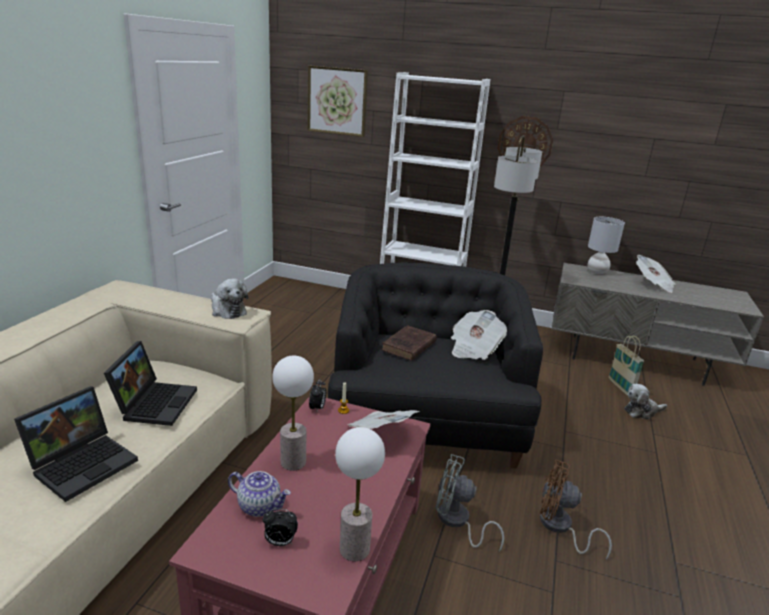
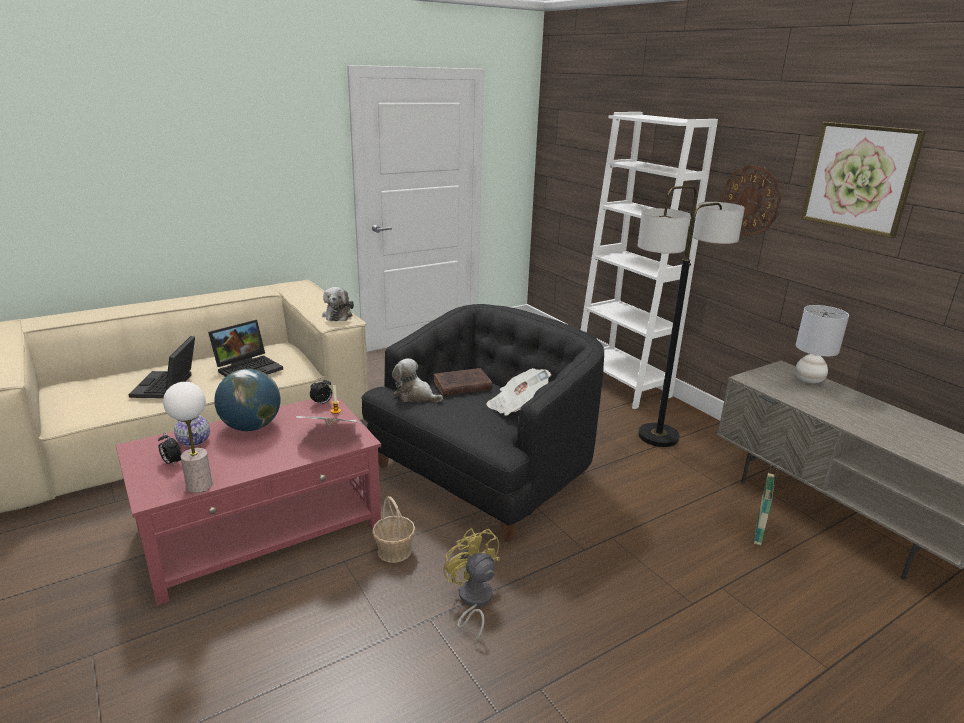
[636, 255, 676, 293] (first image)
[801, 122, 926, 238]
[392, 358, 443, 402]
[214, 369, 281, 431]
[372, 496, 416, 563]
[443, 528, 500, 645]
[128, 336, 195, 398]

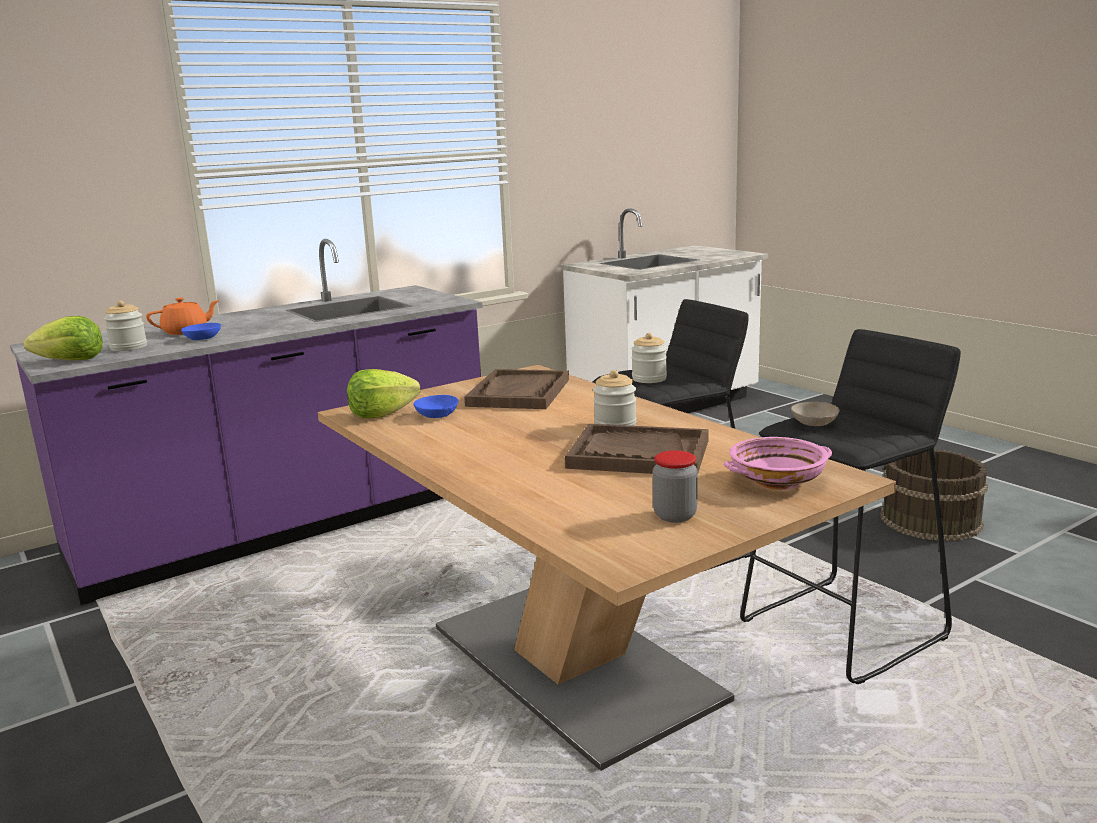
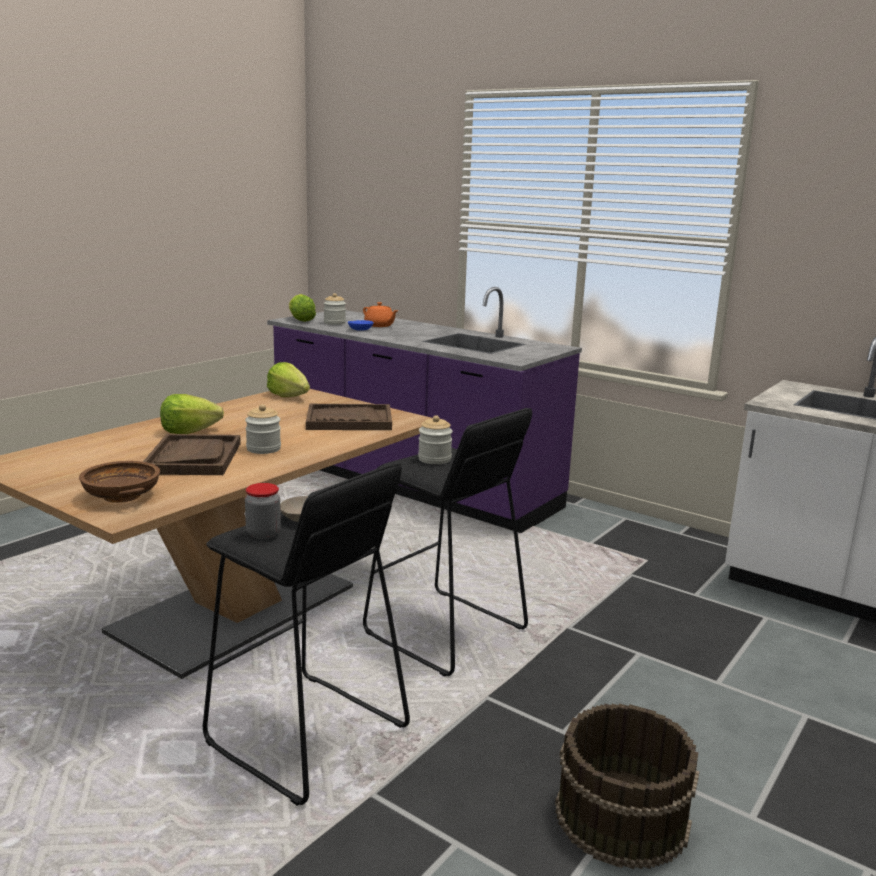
[413, 395, 459, 418] (first image)
[160, 394, 224, 434]
[245, 483, 281, 539]
[79, 461, 160, 503]

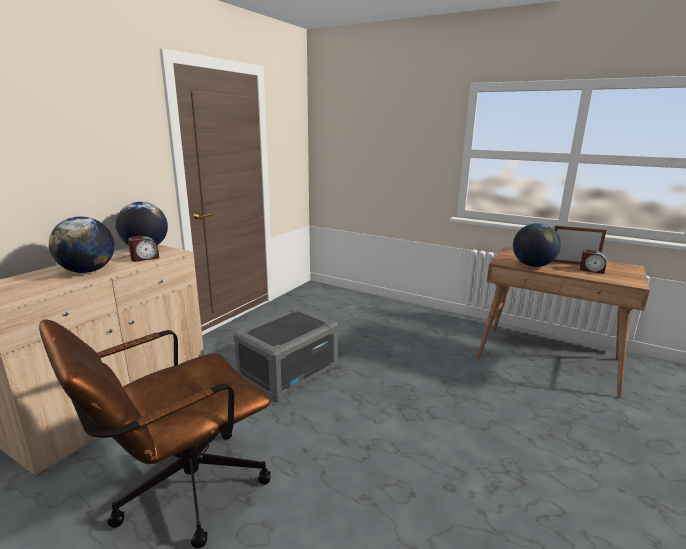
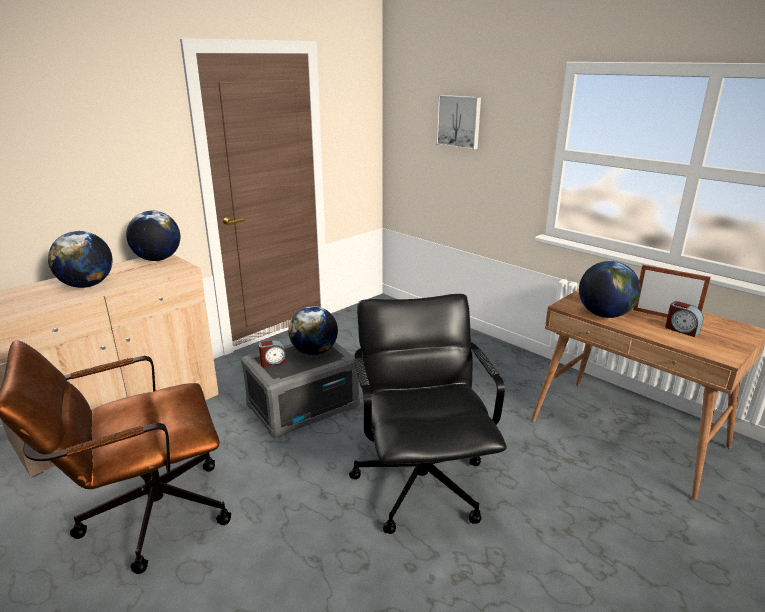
[288, 306, 338, 355]
[349, 294, 507, 534]
[436, 95, 481, 150]
[258, 340, 287, 367]

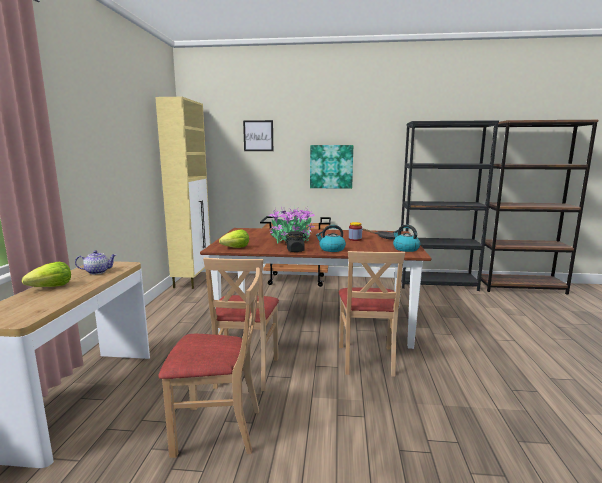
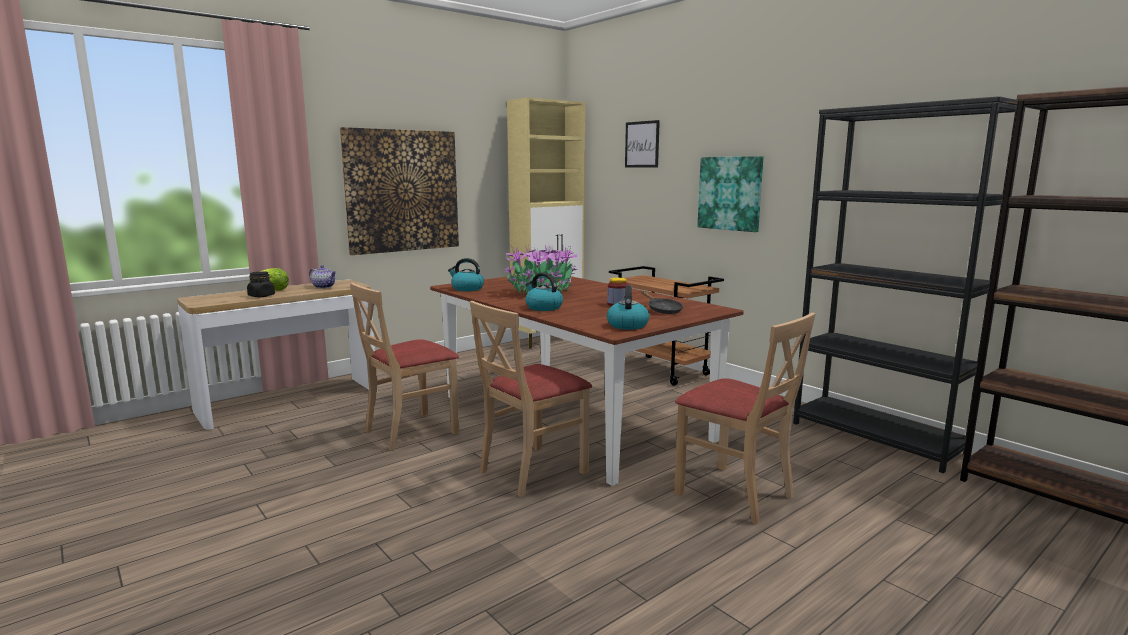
[340, 127, 459, 255]
[674, 312, 816, 524]
[247, 271, 275, 297]
[448, 258, 484, 291]

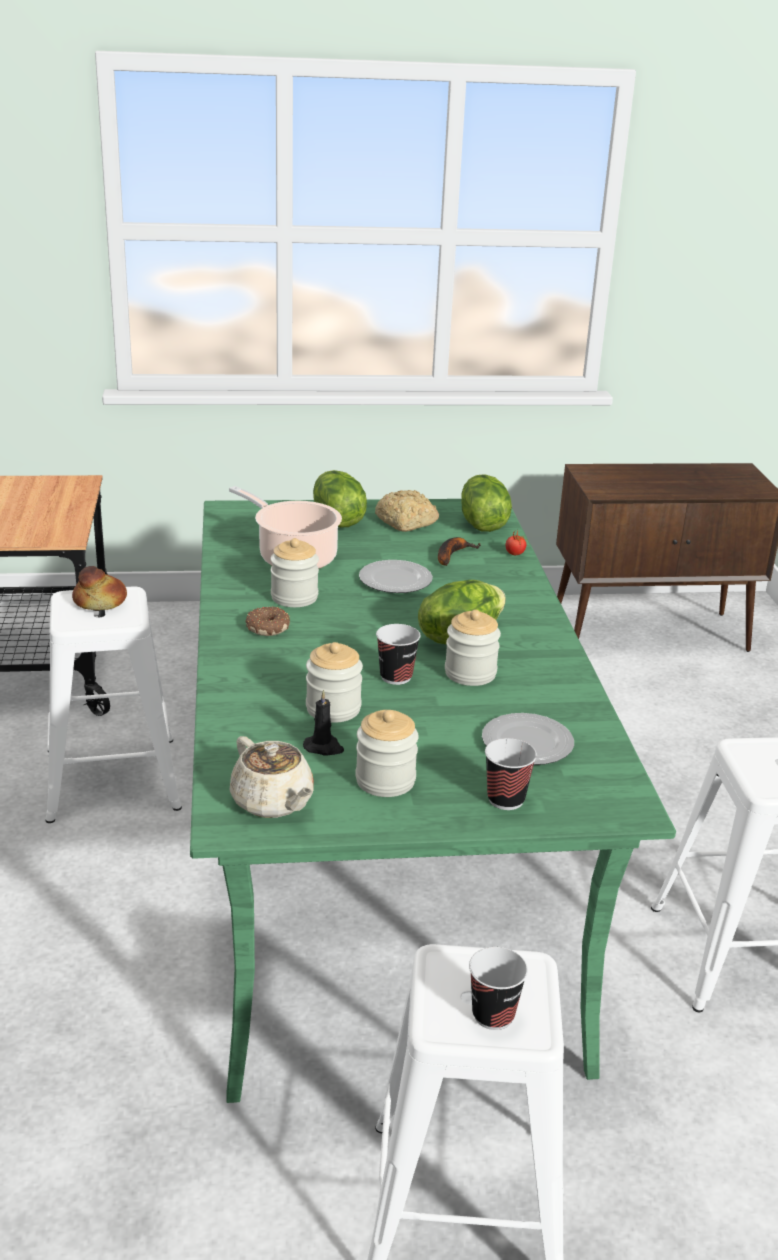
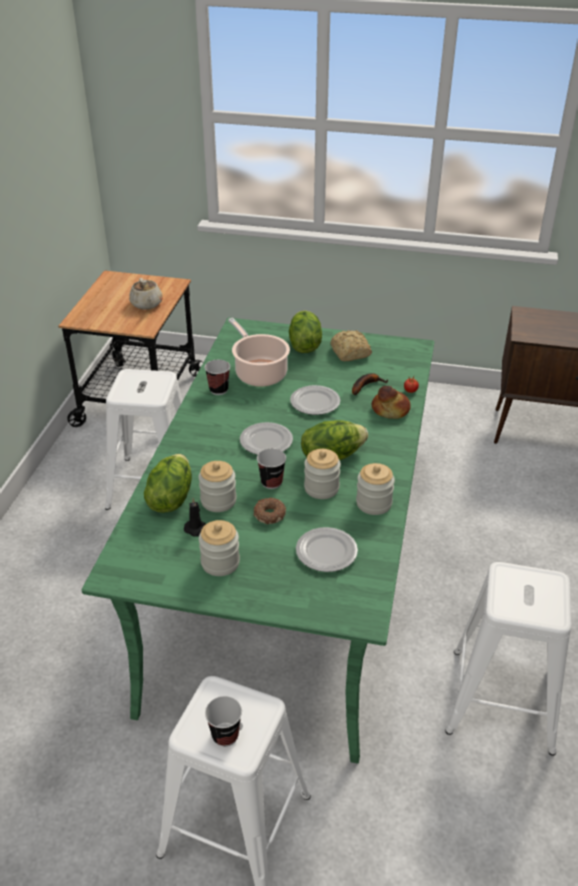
[240, 422, 293, 455]
[372, 386, 411, 419]
[129, 278, 162, 310]
[253, 498, 286, 524]
[356, 463, 395, 515]
[144, 454, 192, 513]
[205, 360, 230, 395]

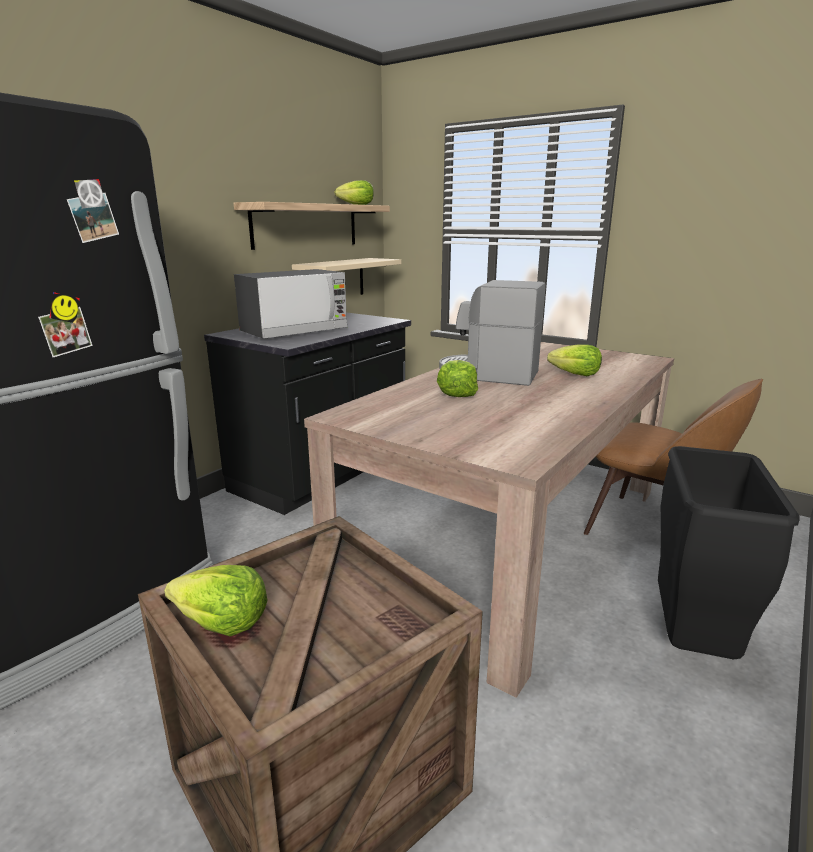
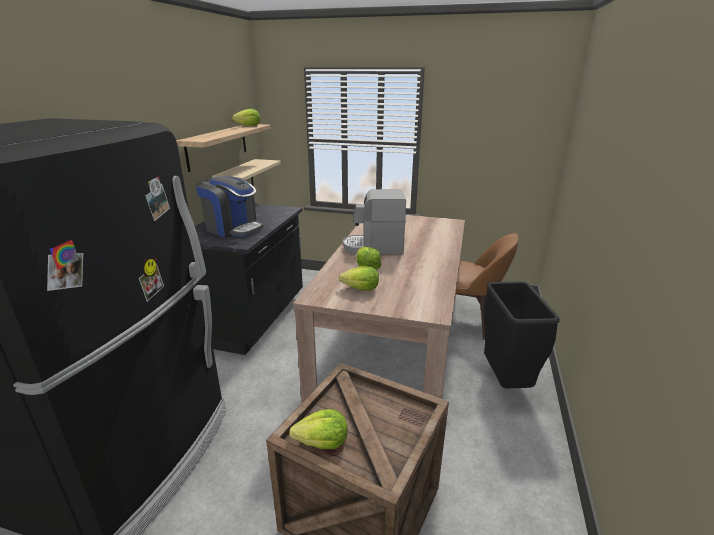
[339, 266, 379, 291]
[196, 176, 263, 238]

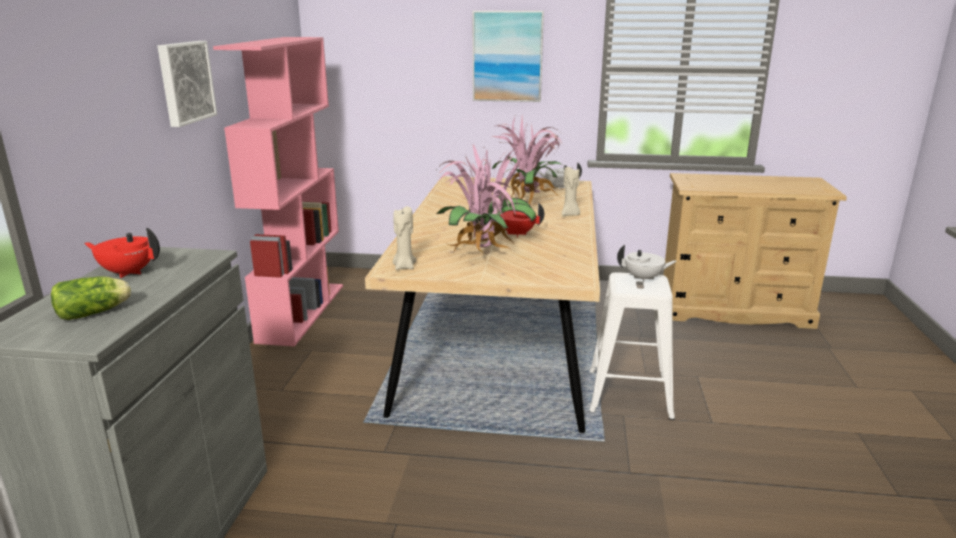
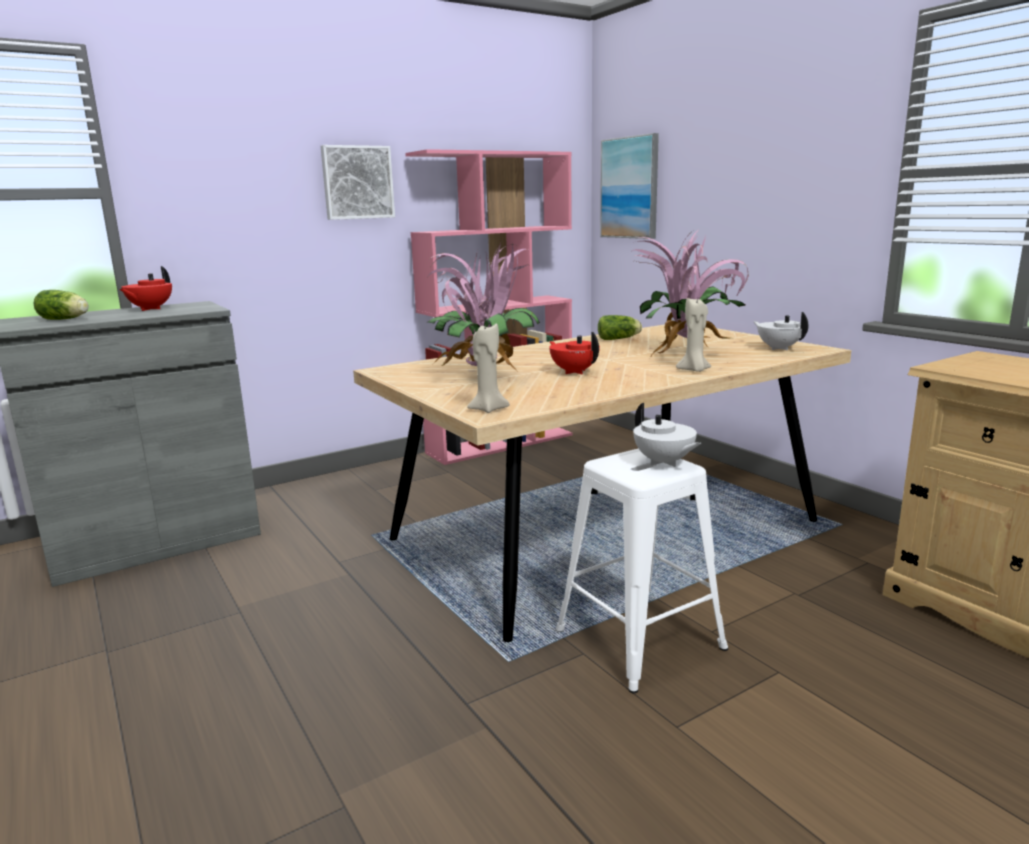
[598, 315, 642, 340]
[467, 323, 510, 413]
[600, 133, 659, 239]
[120, 266, 172, 311]

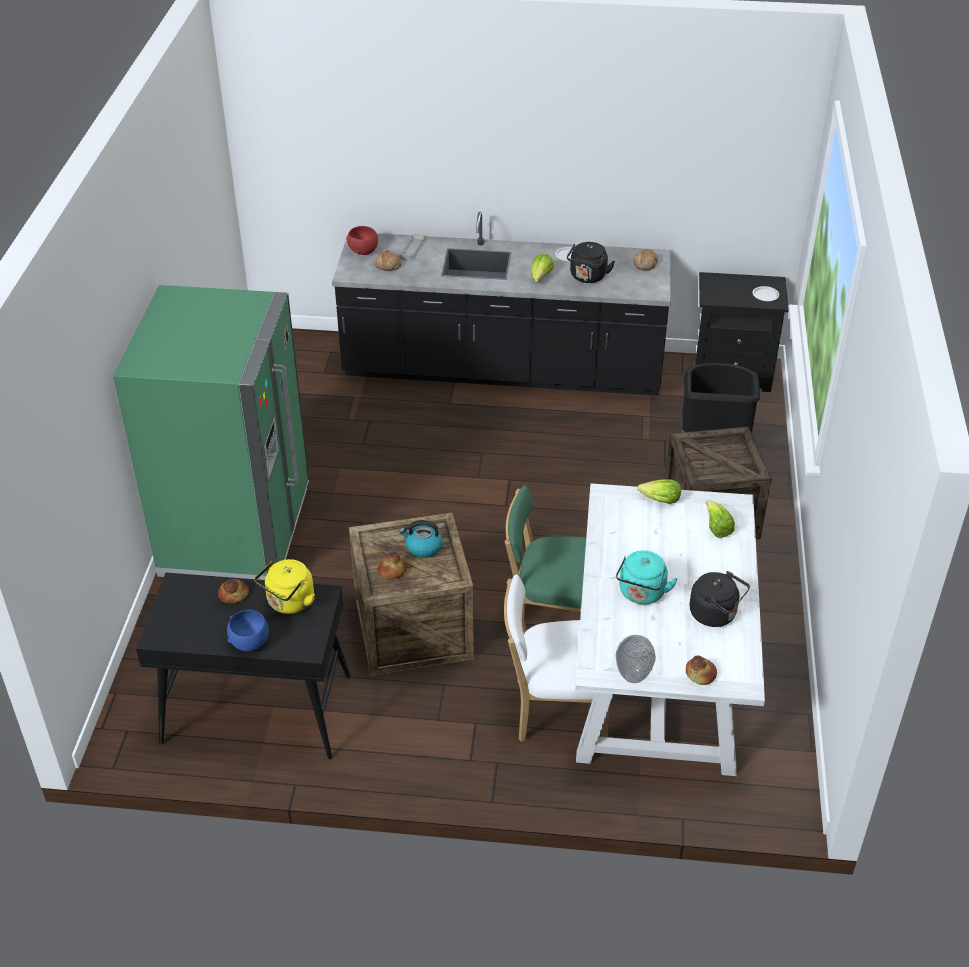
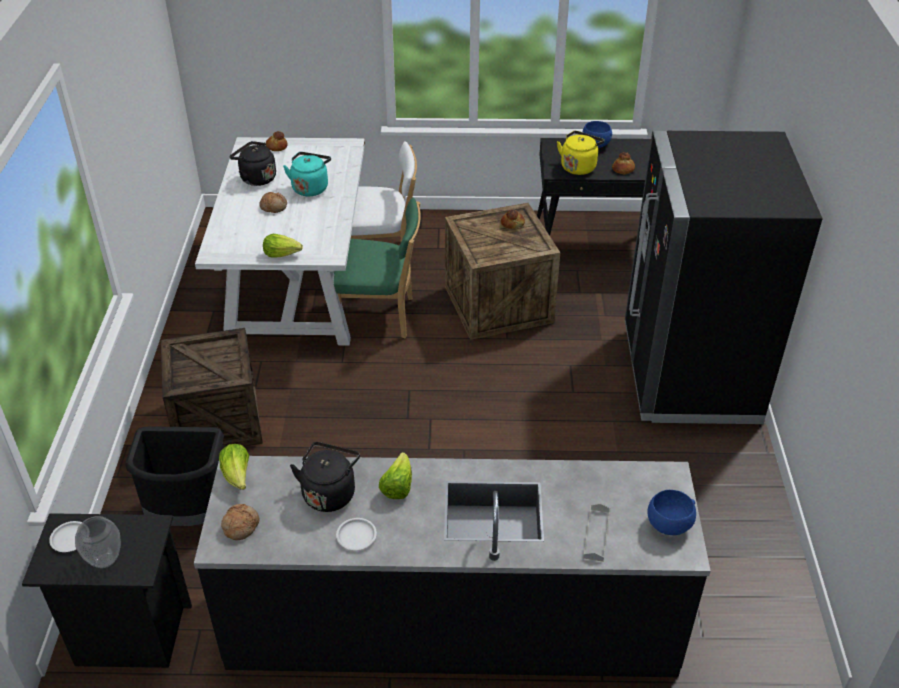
[399, 520, 443, 558] (first image)
[259, 192, 287, 213]
[75, 516, 121, 568]
[219, 444, 249, 490]
[625, 131, 822, 424]
[647, 490, 696, 535]

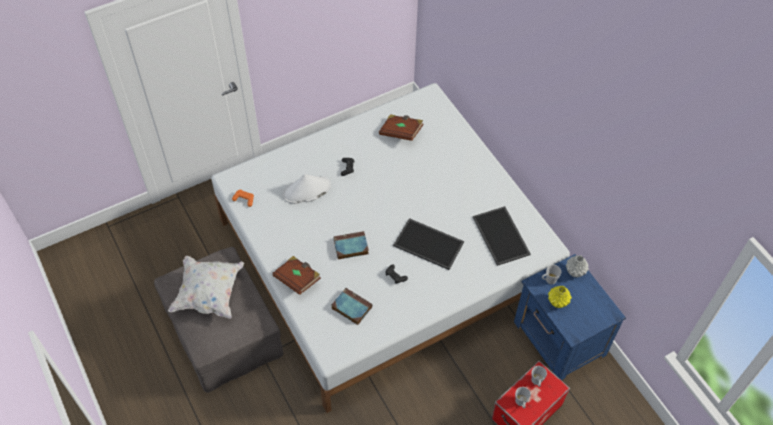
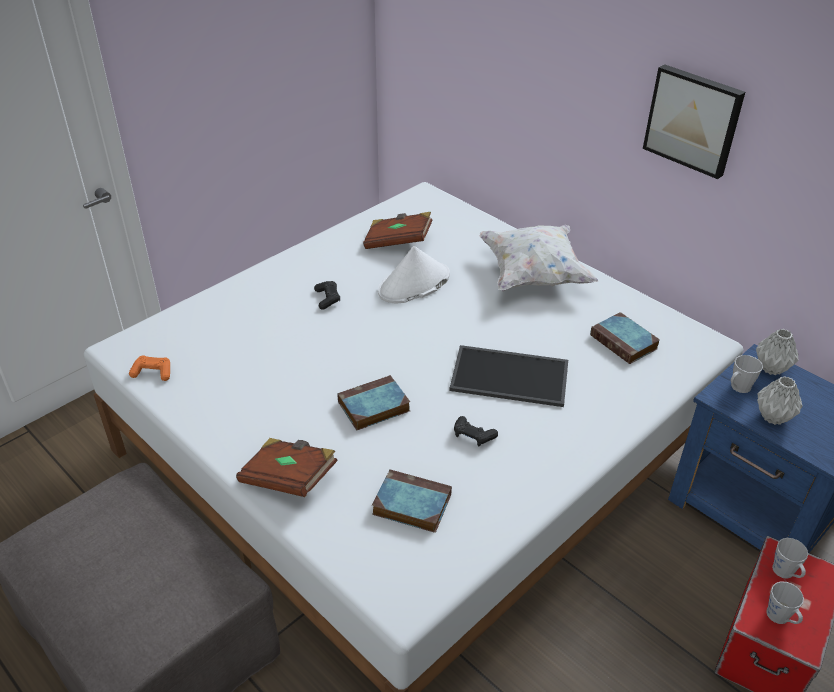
[643, 64, 745, 179]
[479, 224, 599, 291]
[378, 246, 450, 303]
[590, 312, 660, 364]
[757, 376, 803, 425]

